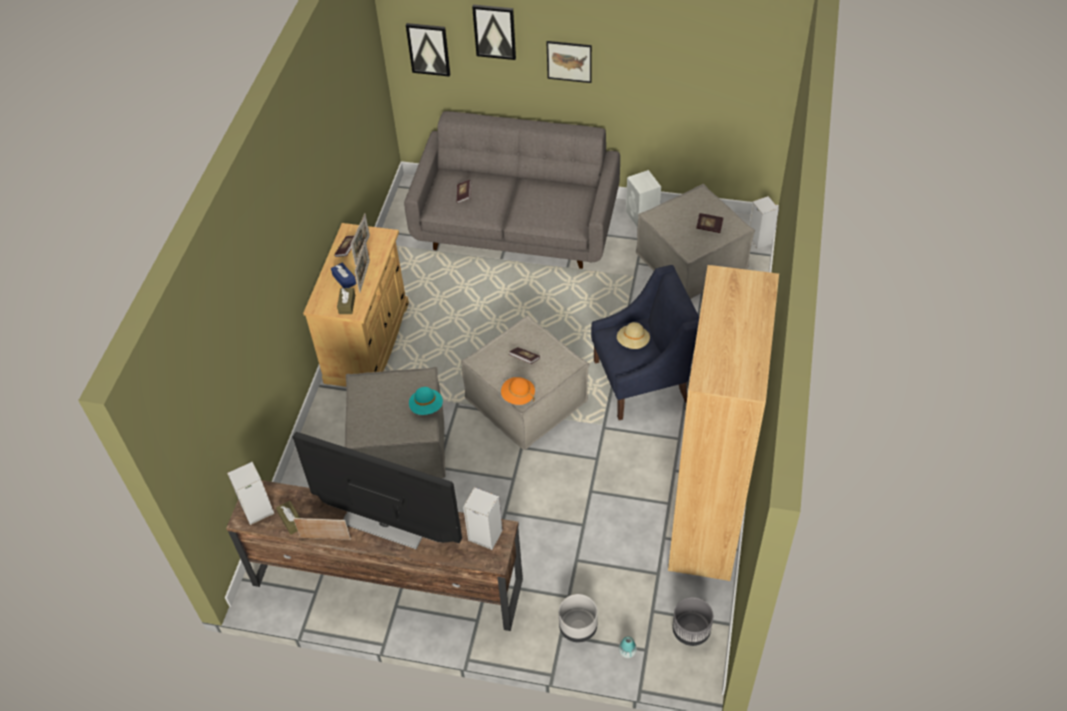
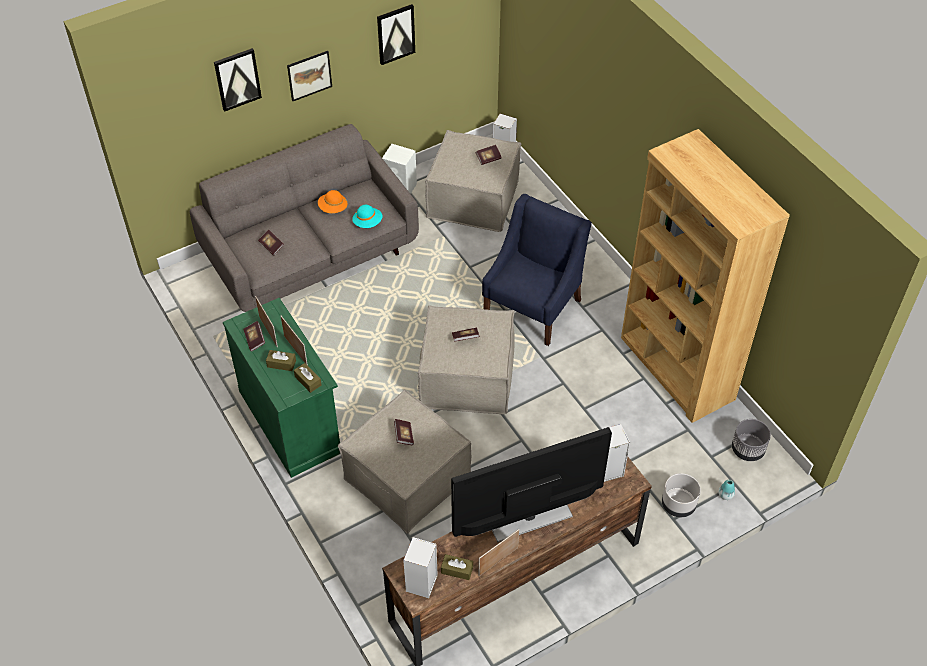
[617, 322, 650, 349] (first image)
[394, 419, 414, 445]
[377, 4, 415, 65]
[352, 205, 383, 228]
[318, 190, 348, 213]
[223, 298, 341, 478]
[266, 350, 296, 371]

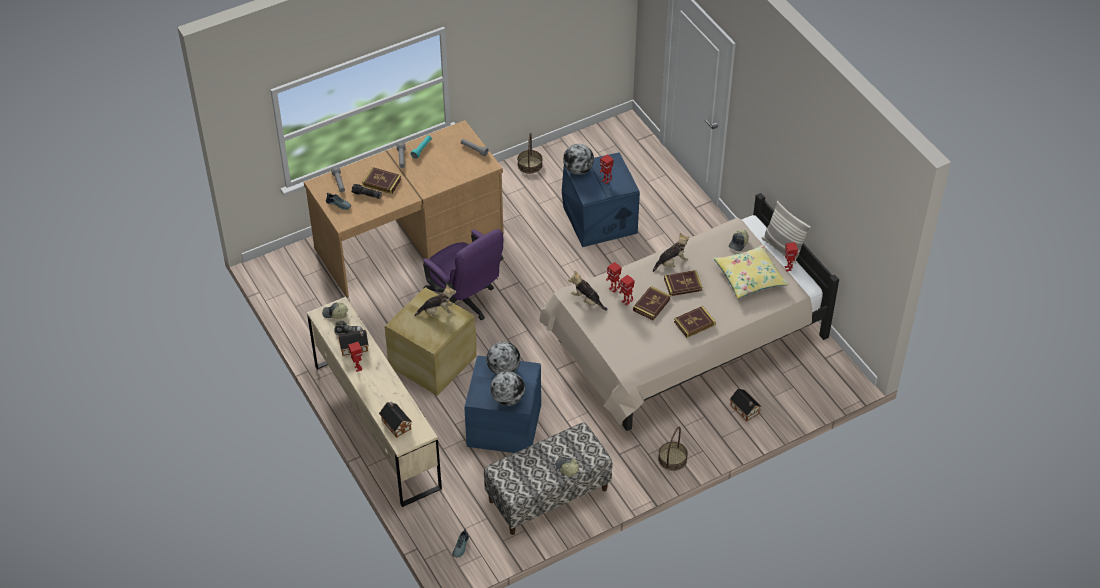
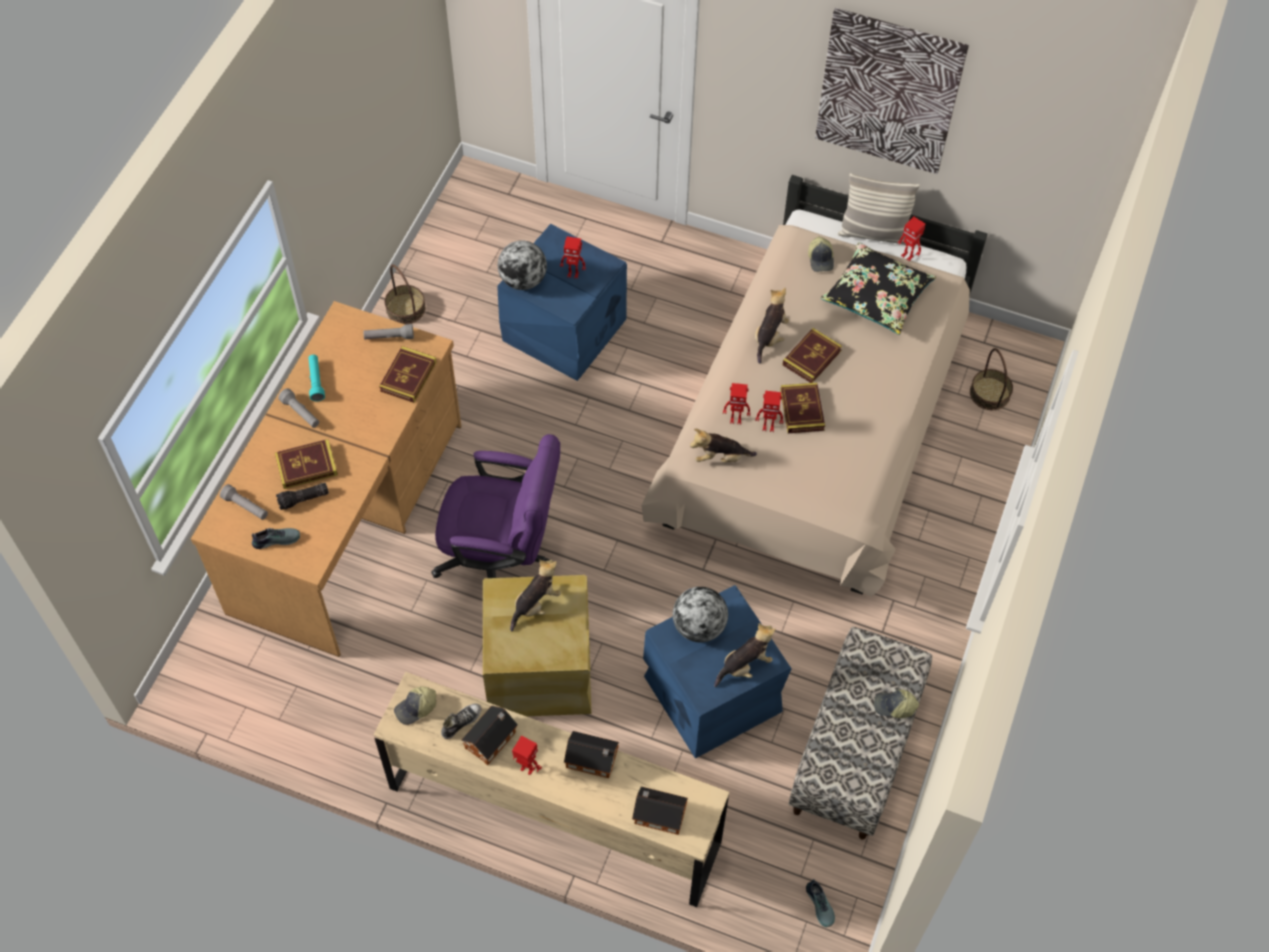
[815, 8, 969, 174]
[970, 348, 1013, 410]
[379, 346, 437, 403]
[564, 731, 619, 778]
[714, 623, 775, 687]
[821, 242, 936, 335]

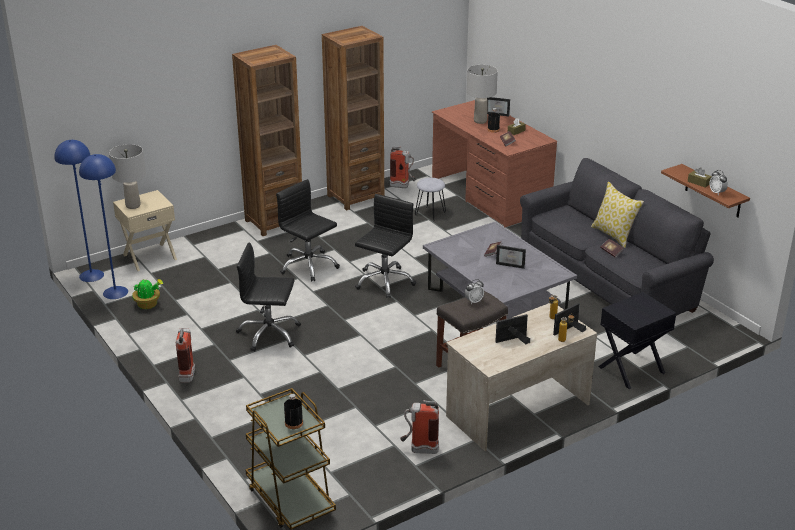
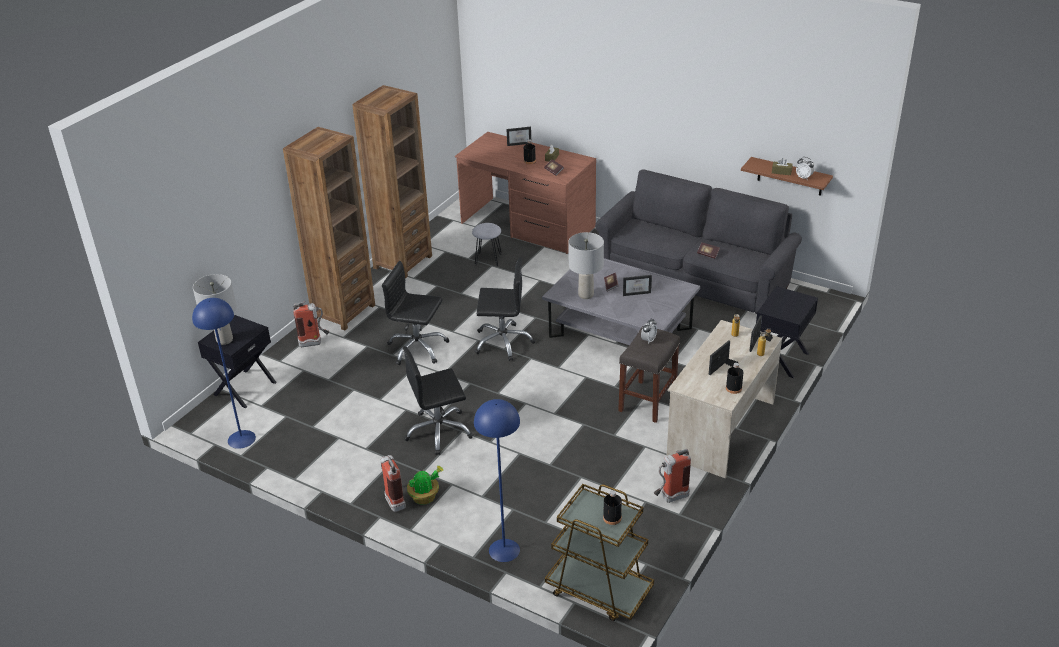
[591, 181, 644, 248] (first image)
[726, 363, 744, 394]
[474, 399, 520, 562]
[407, 466, 444, 505]
[293, 301, 329, 347]
[568, 232, 604, 299]
[198, 315, 277, 408]
[474, 257, 535, 361]

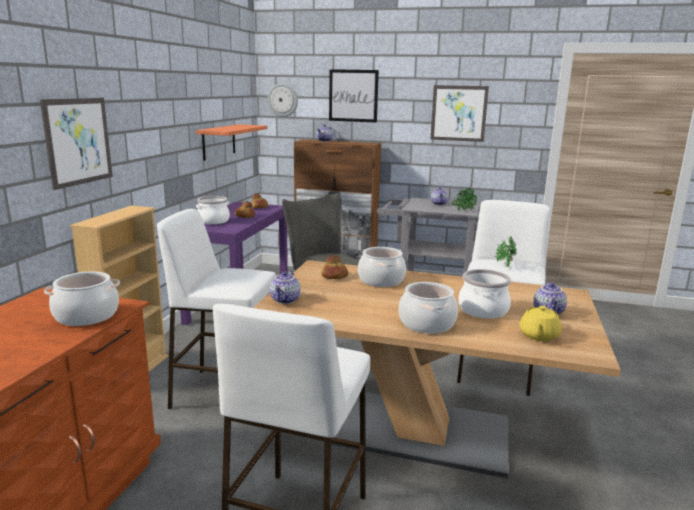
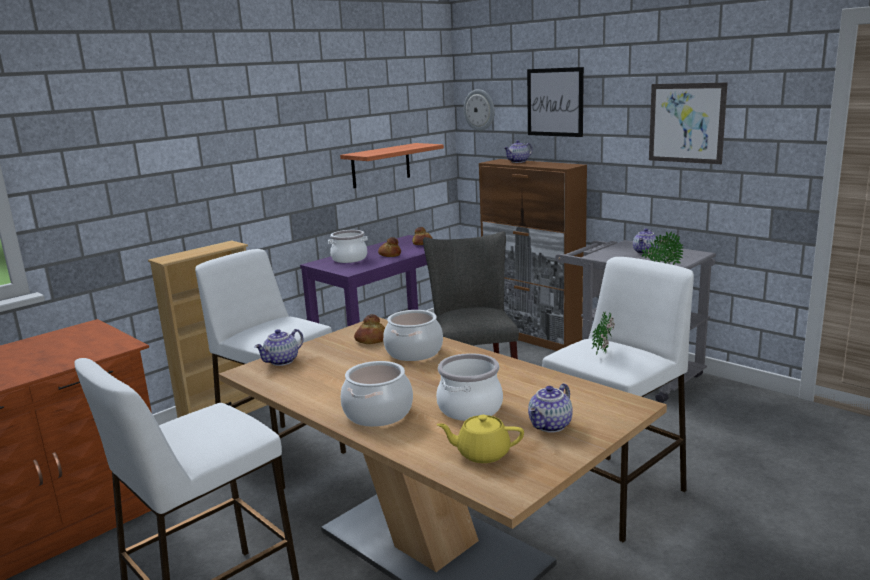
[40, 98, 113, 190] (first image)
[44, 271, 120, 326] (first image)
[437, 415, 524, 463]

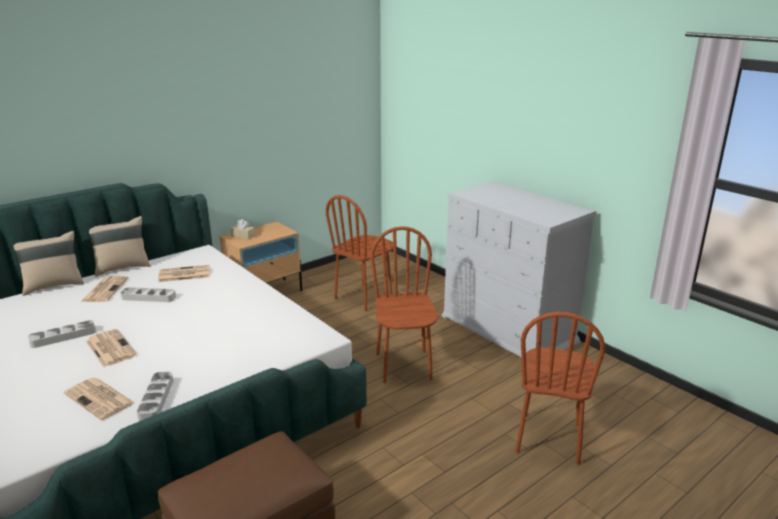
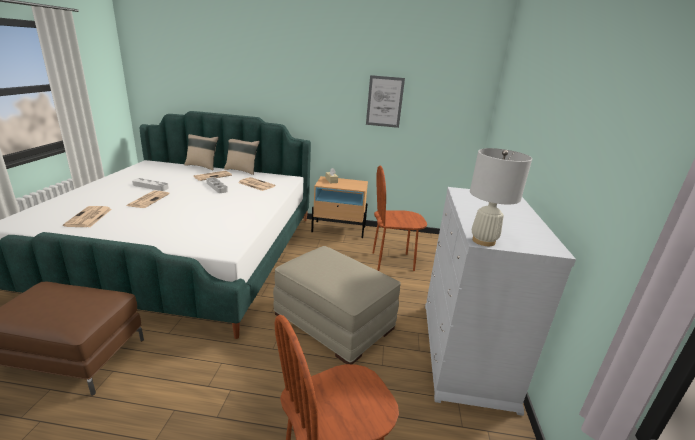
[137, 372, 173, 421] (first image)
[366, 75, 405, 128]
[470, 148, 532, 246]
[273, 246, 401, 364]

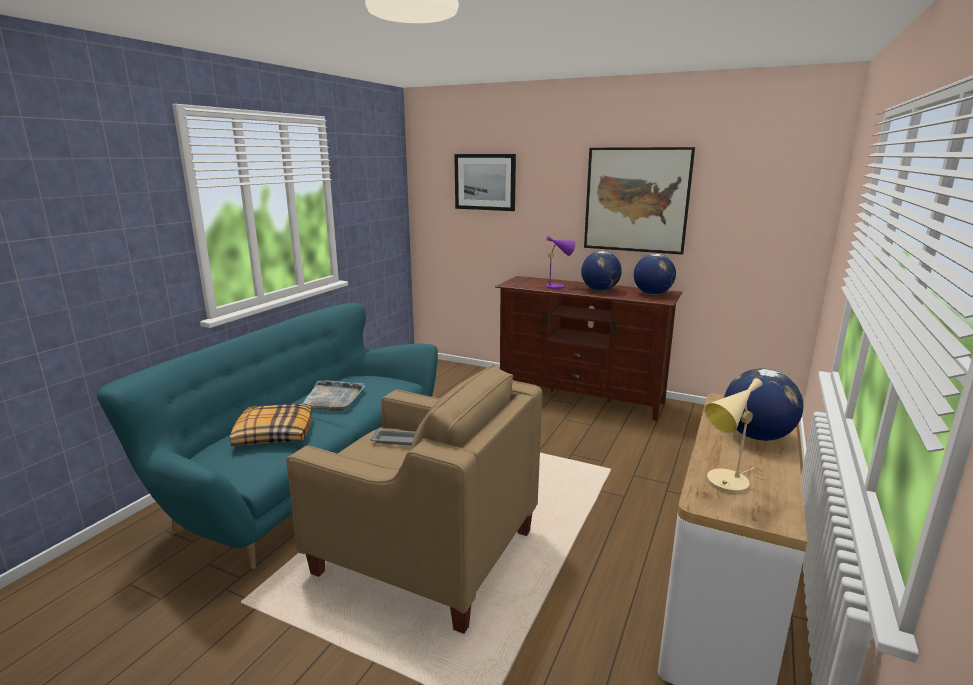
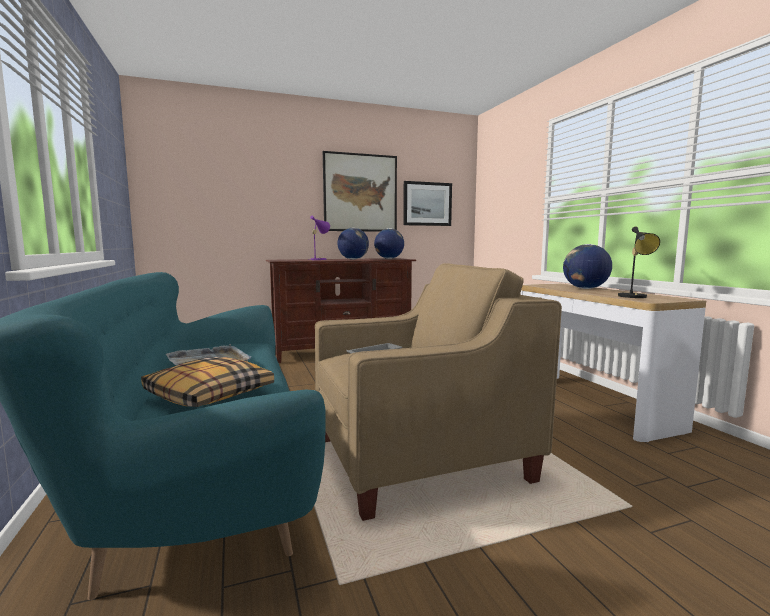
[403, 181, 452, 226]
[618, 227, 660, 298]

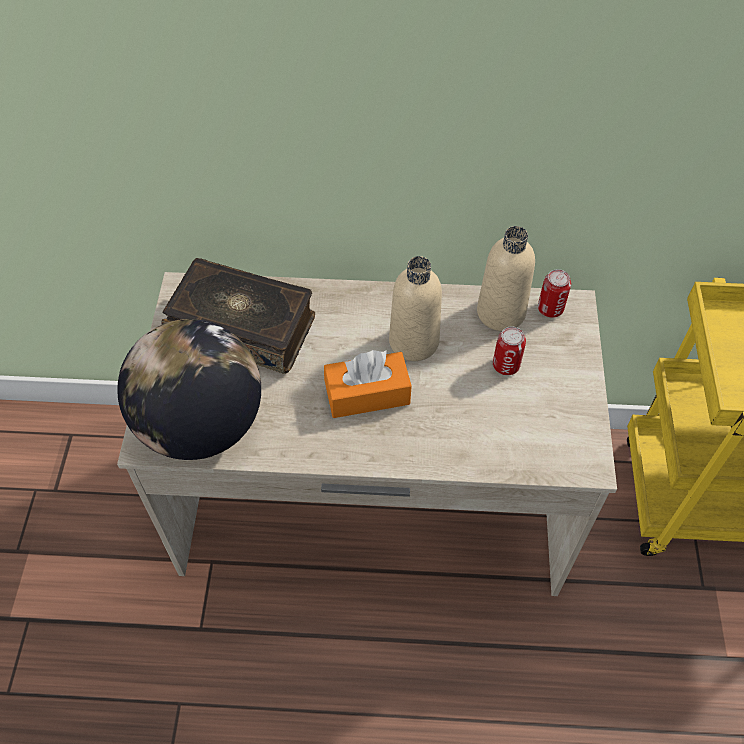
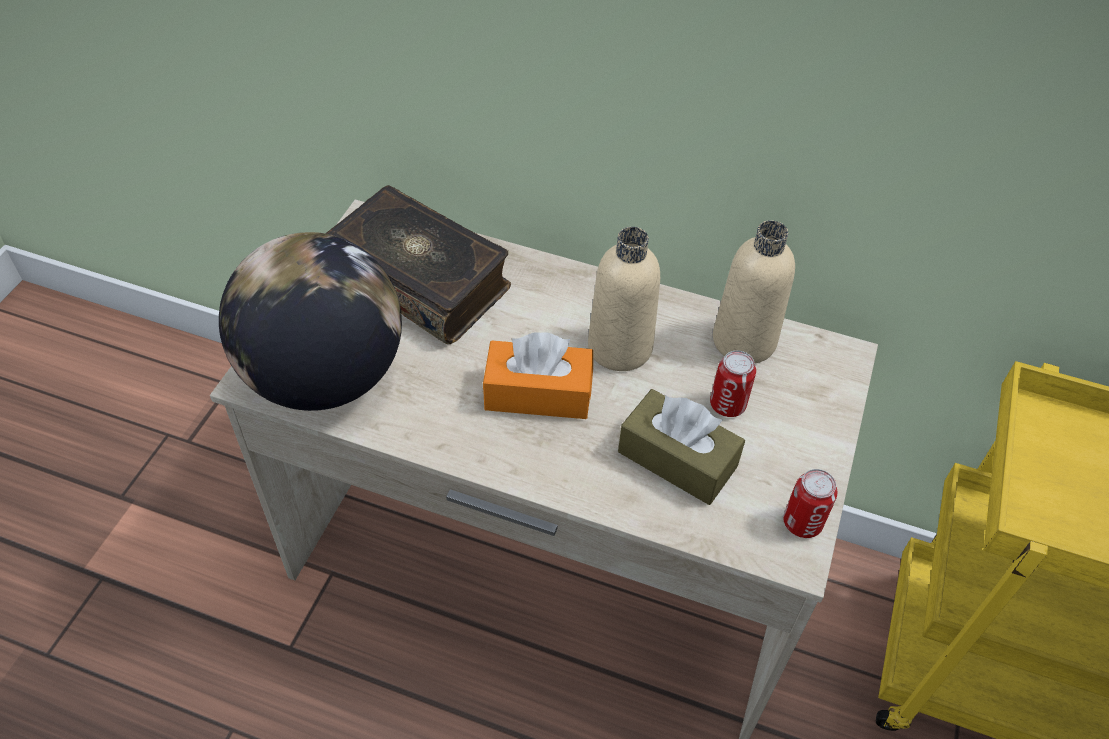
[618, 389, 745, 505]
[783, 469, 838, 538]

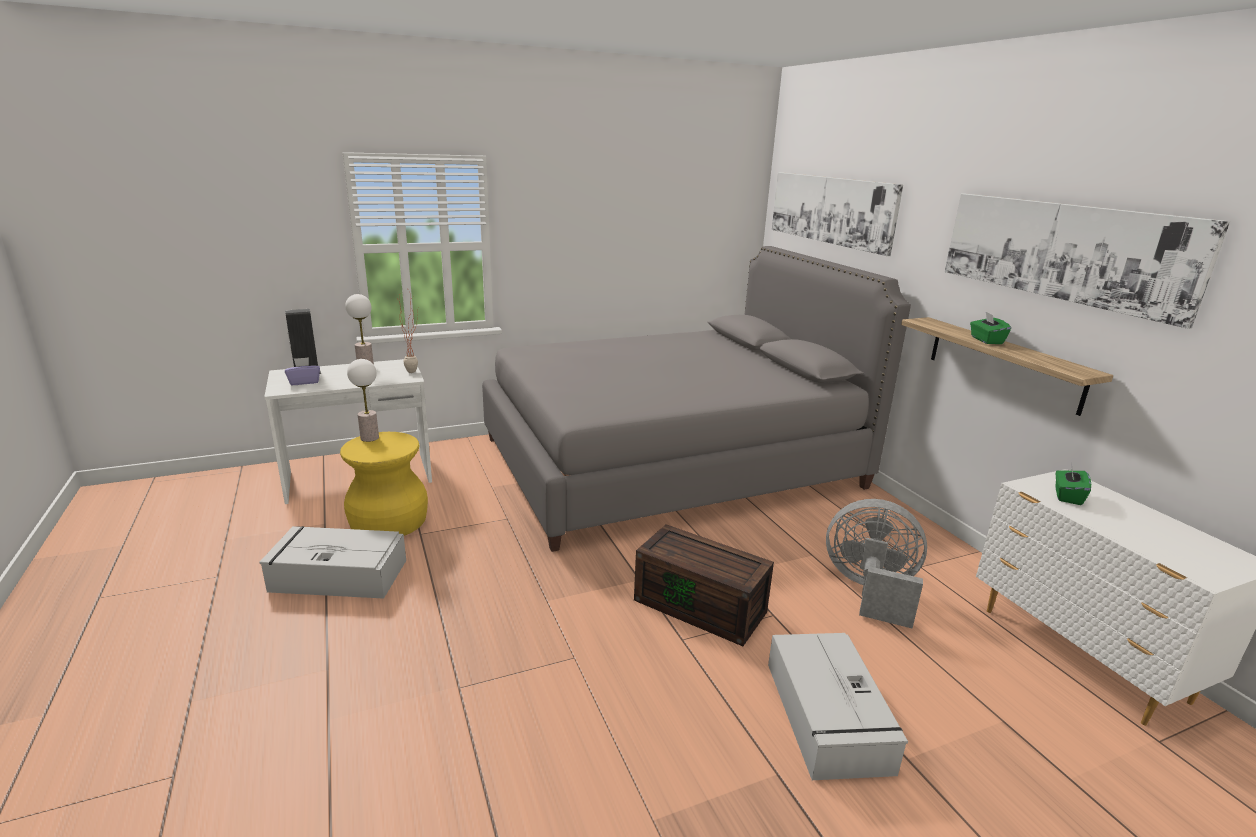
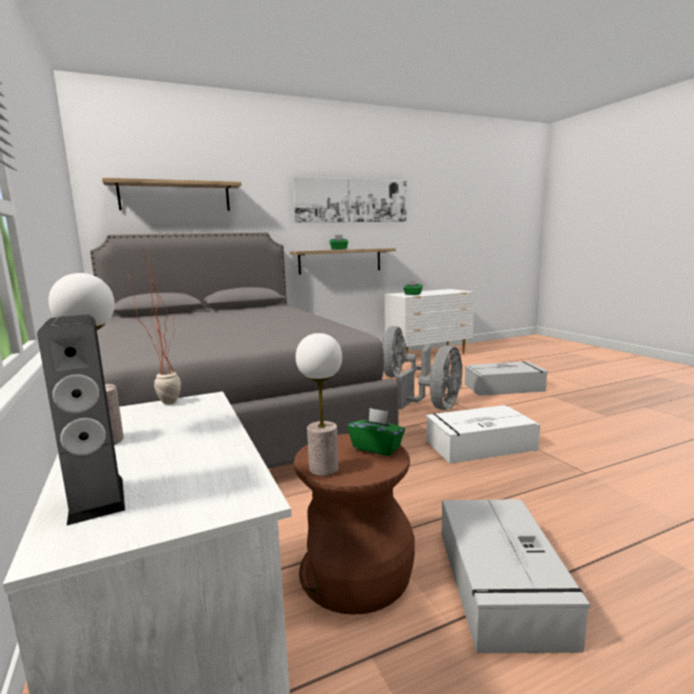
[285, 357, 320, 385] (first image)
[348, 408, 405, 456]
[426, 405, 540, 464]
[396, 345, 462, 410]
[102, 178, 242, 211]
[294, 434, 415, 615]

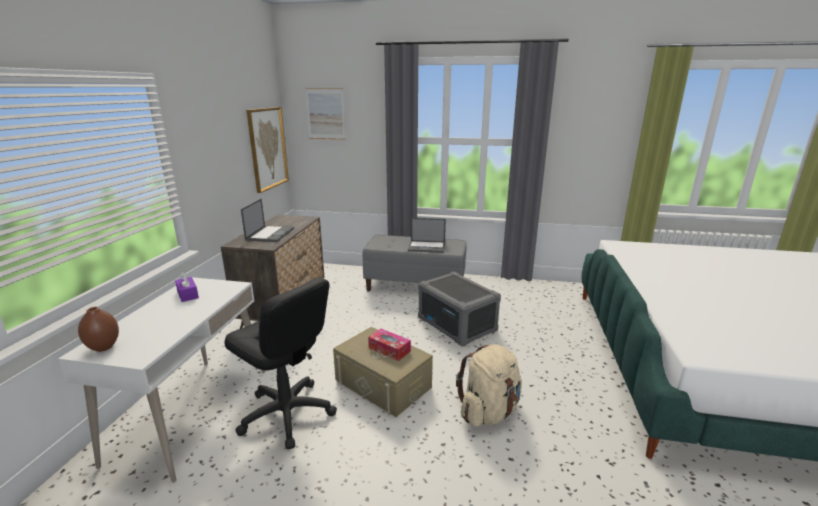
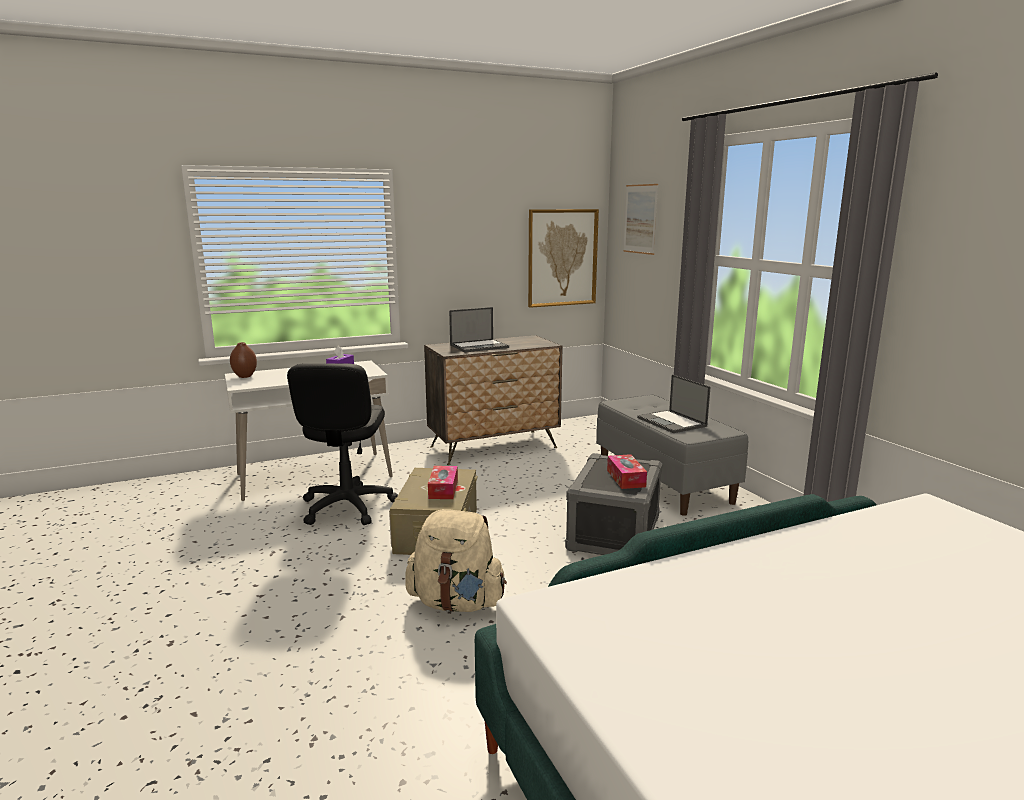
[607, 454, 647, 489]

